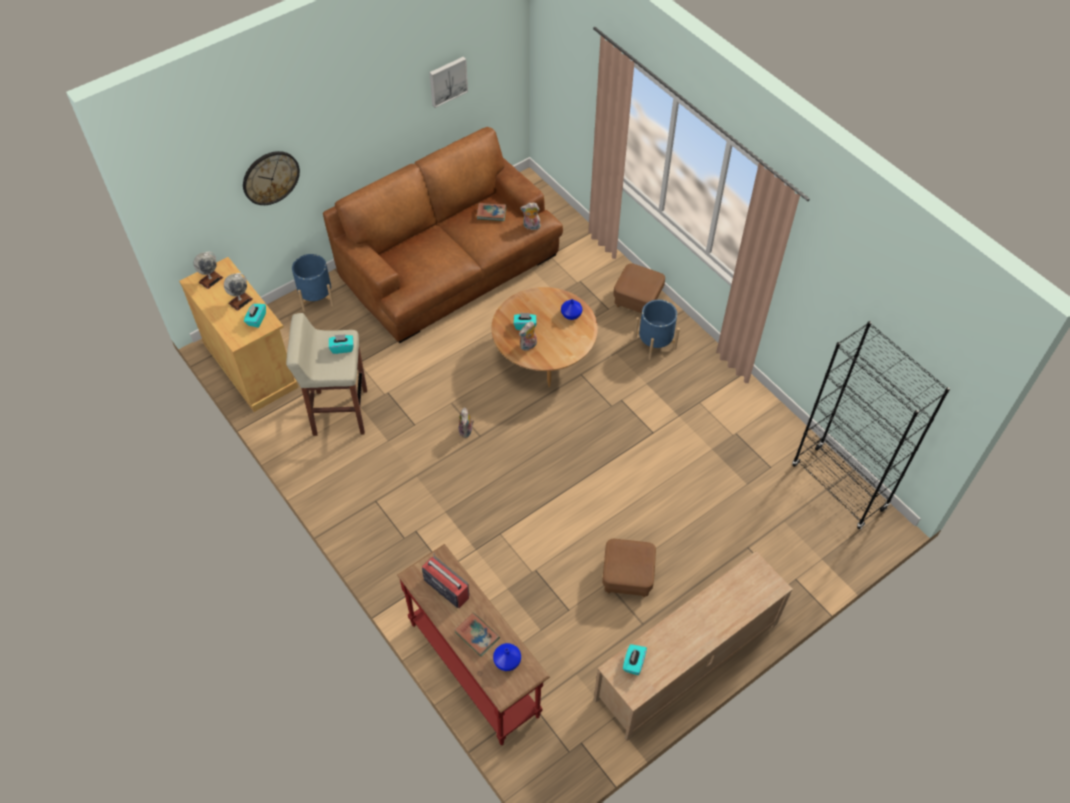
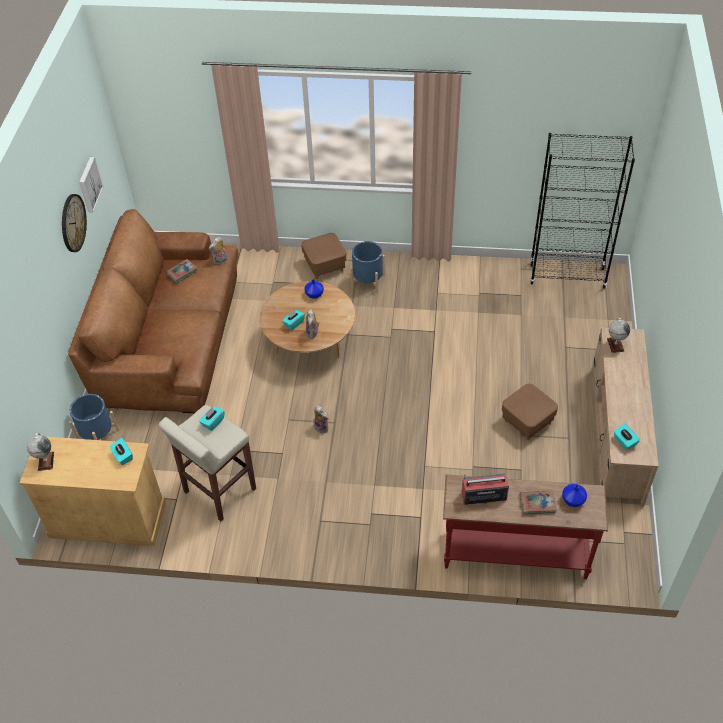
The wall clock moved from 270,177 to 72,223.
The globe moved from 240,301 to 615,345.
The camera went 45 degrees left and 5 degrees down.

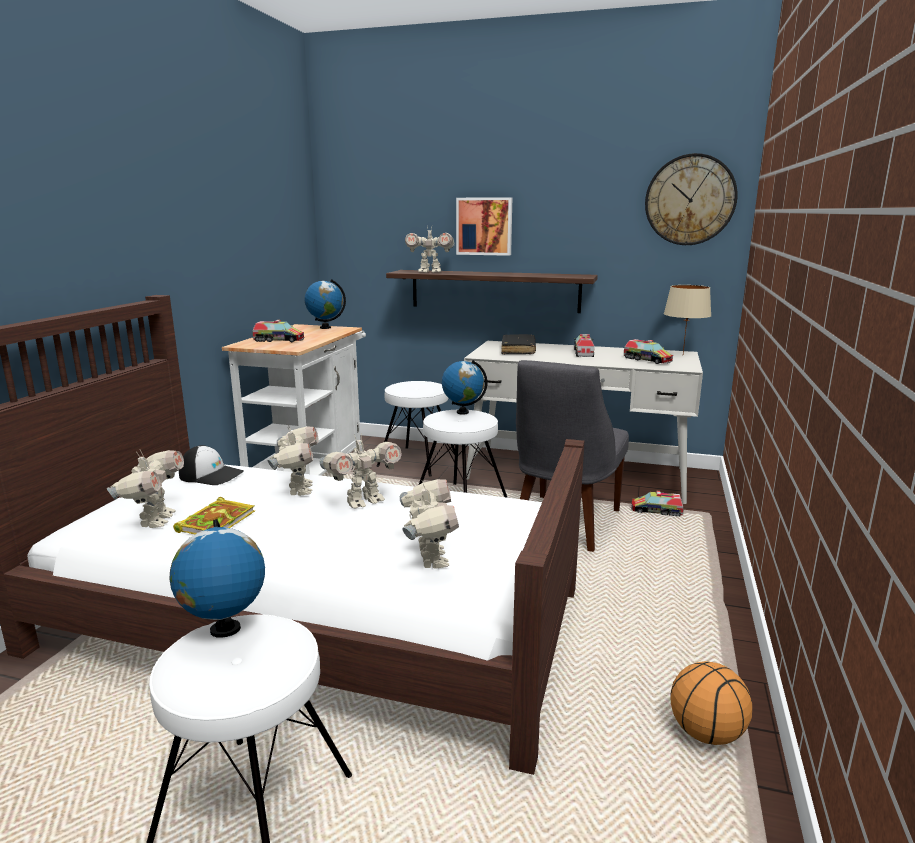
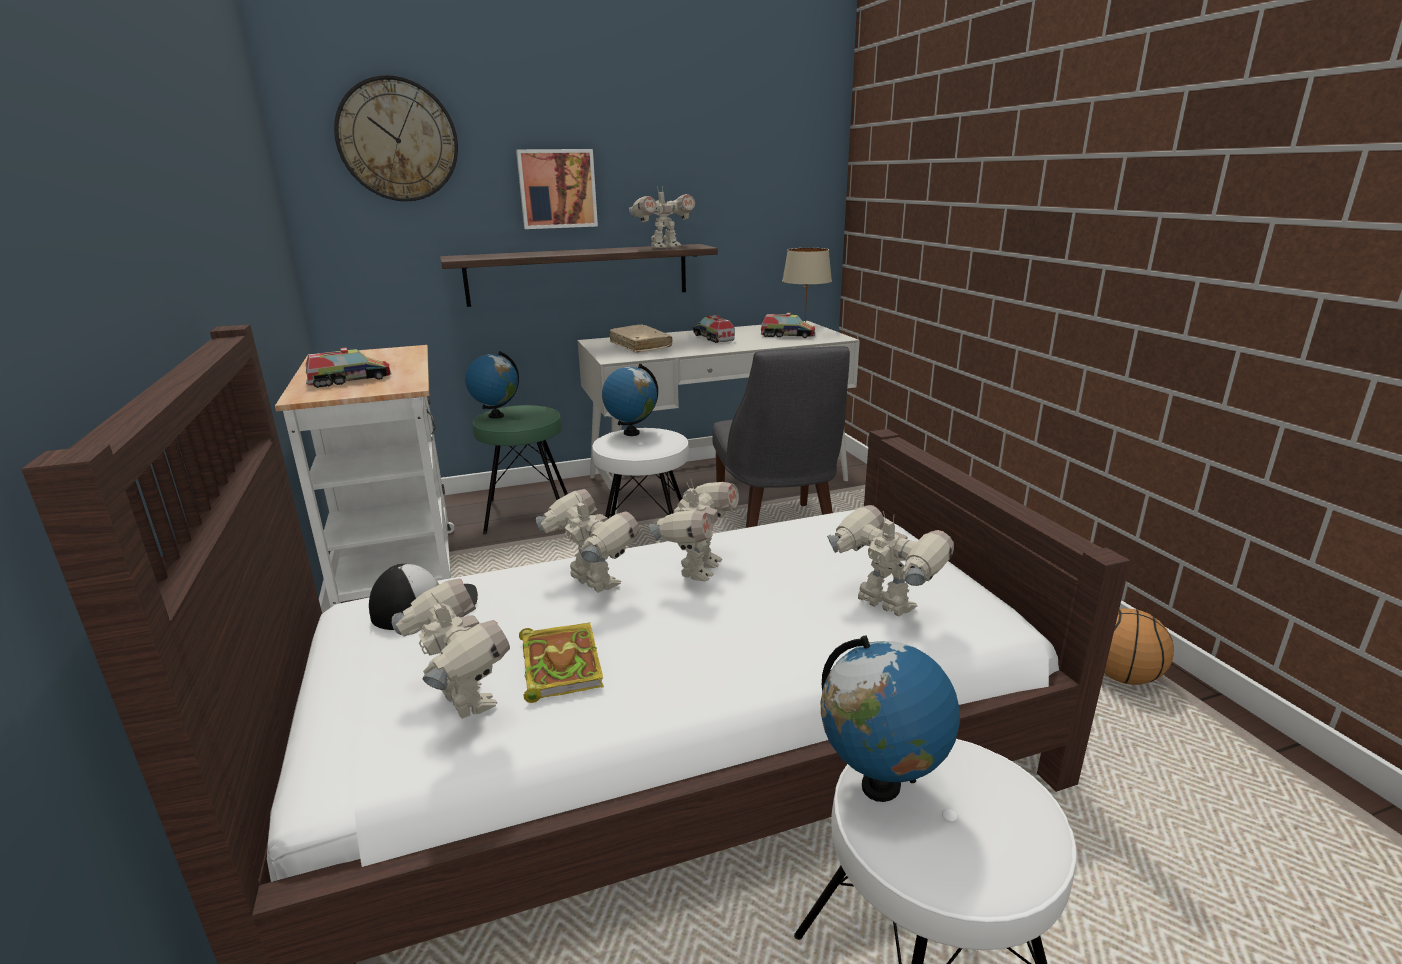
The wall clock moved from 690,200 to 397,140.
The toy robot moved from 430,272 to 664,247.
The globe moved from 325,327 to 496,416.
The black book at 518,350 became the beige book at 640,345.
The white stool at 418,461 became the green stool at 528,512.
The toy truck at 656,511 disappeared.
The camera went 35 degrees left and 5 degrees up.

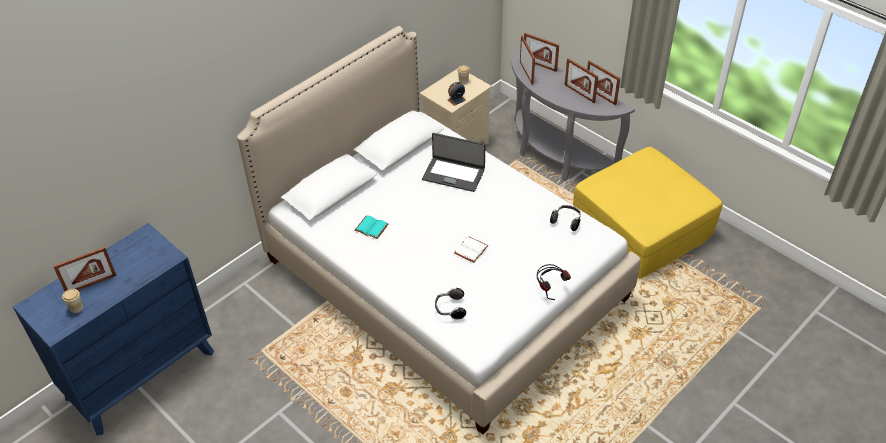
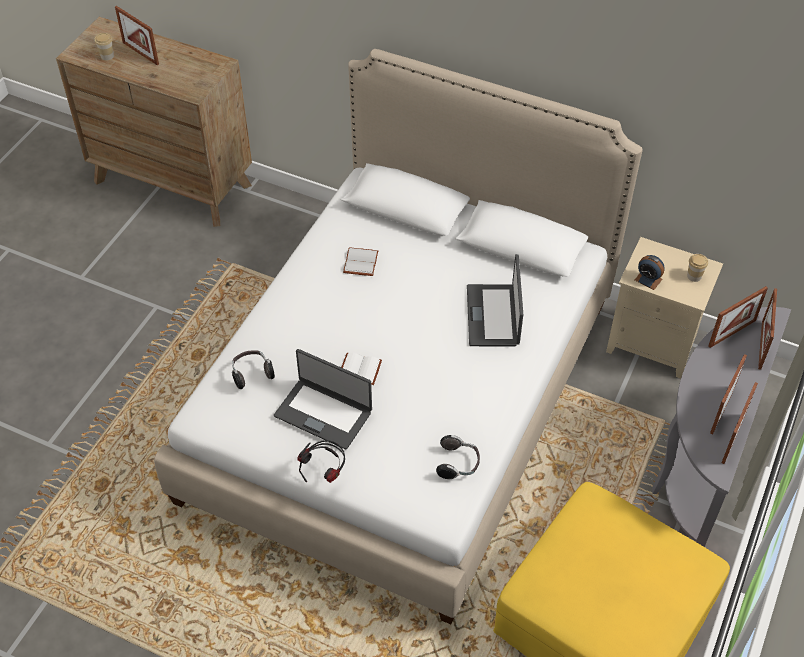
The turquoise book at 370,228 became the white book at 360,262.
The blue dresser at 141,374 became the brown dresser at 173,183.
The laptop at 323,413 appeared.
The camera went 70 degrees right and 5 degrees up.

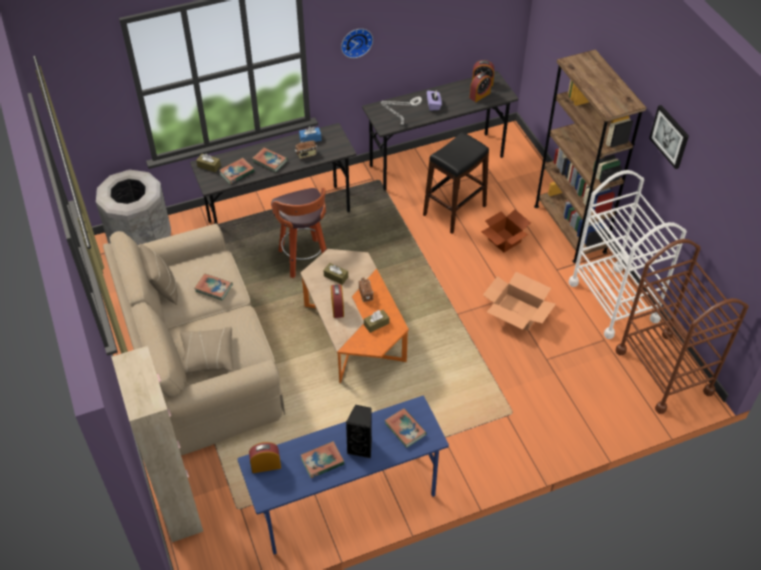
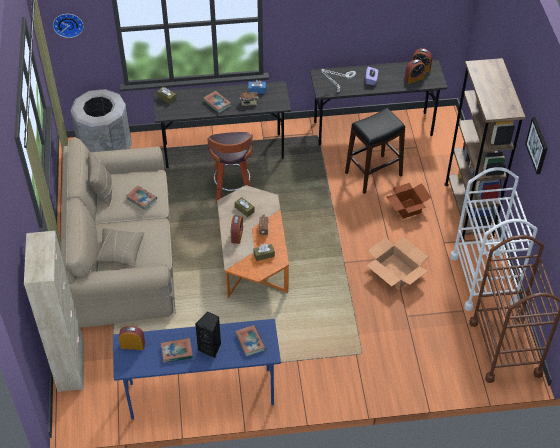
The wall clock moved from 356,41 to 68,24.
The book at 237,173 disappeared.
The camera went 15 degrees right and 0 degrees up.

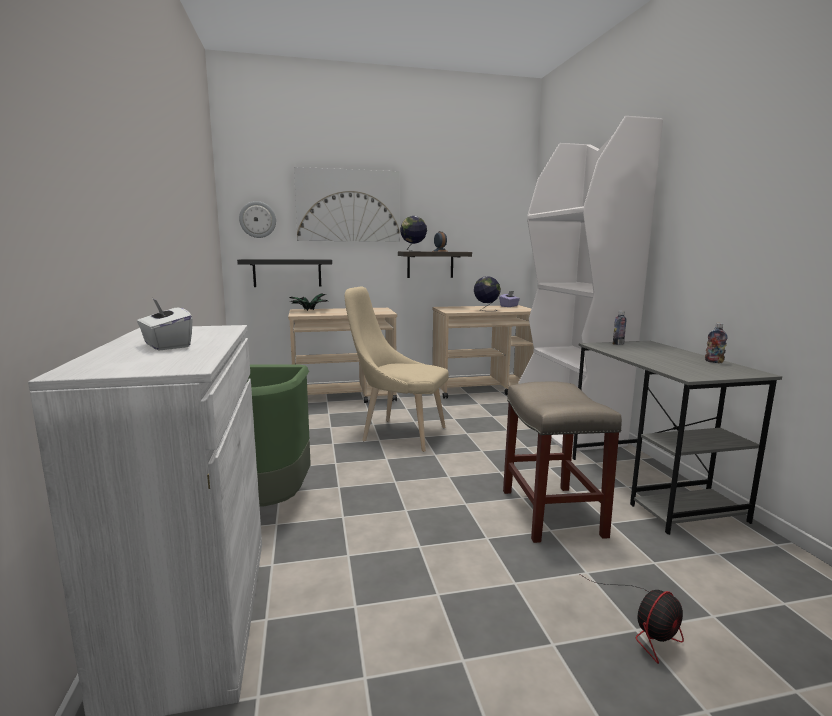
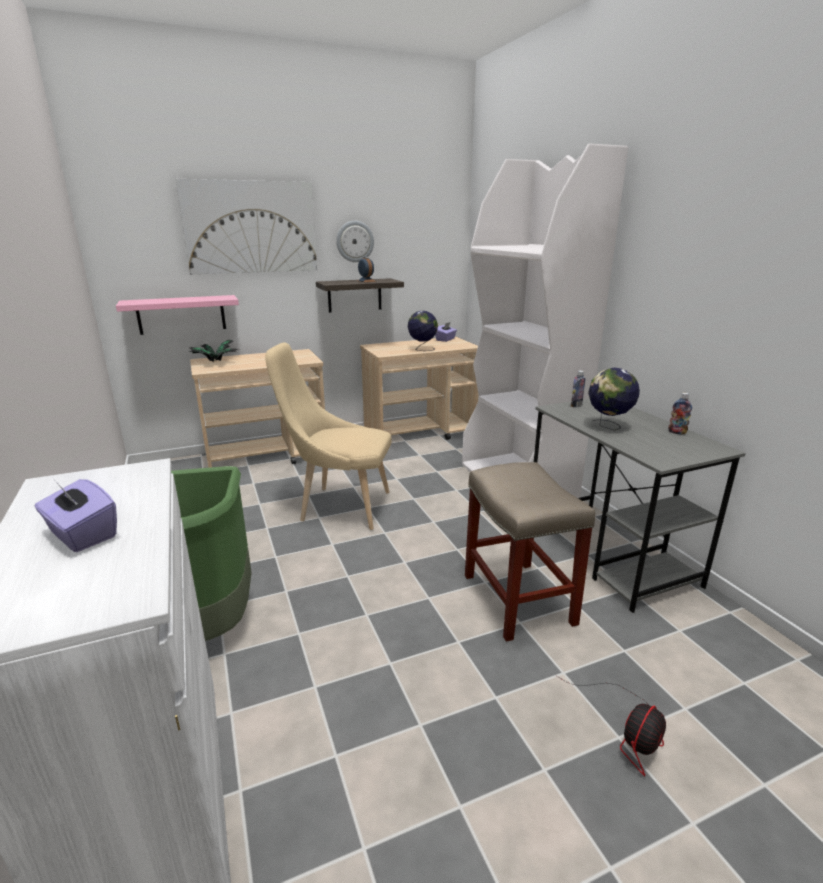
The wall clock moved from 257,219 to 355,241.
The globe moved from 413,251 to 608,426.
The black shelf at 287,273 became the pink shelf at 181,314.
The white tissue box at 166,345 became the purple tissue box at 82,535.
The camera went 10 degrees left and 10 degrees up.

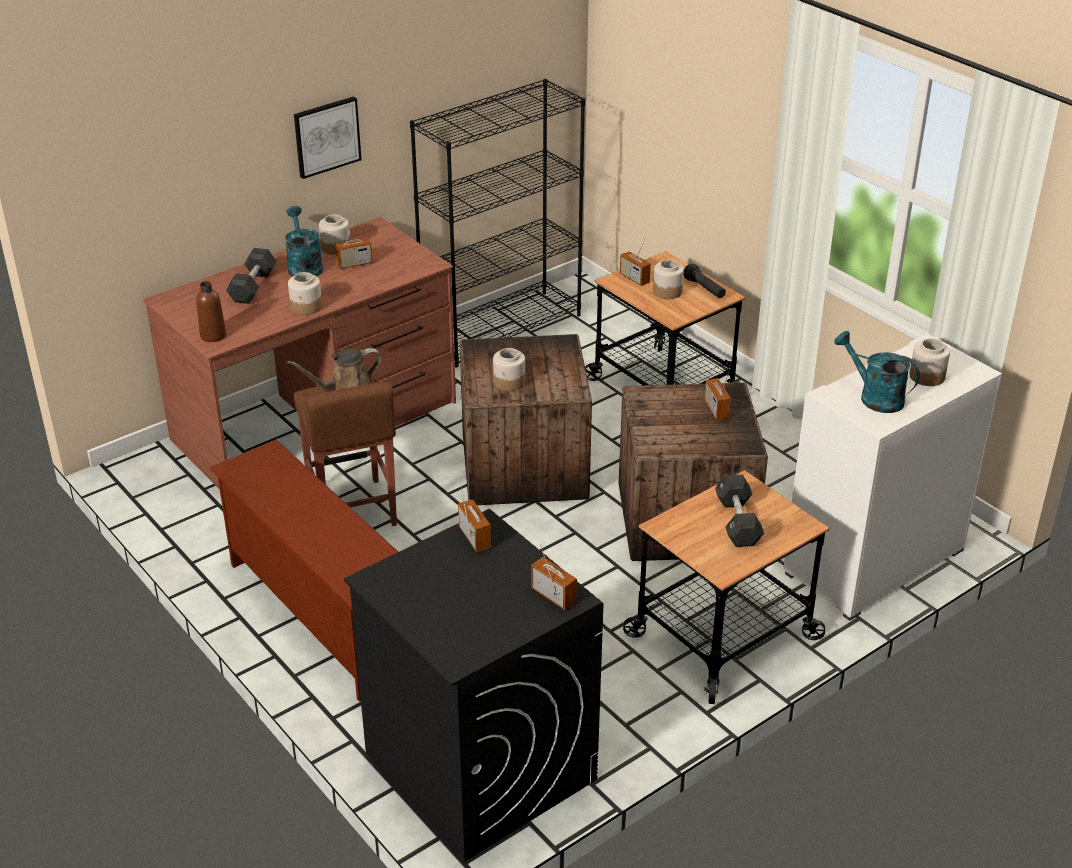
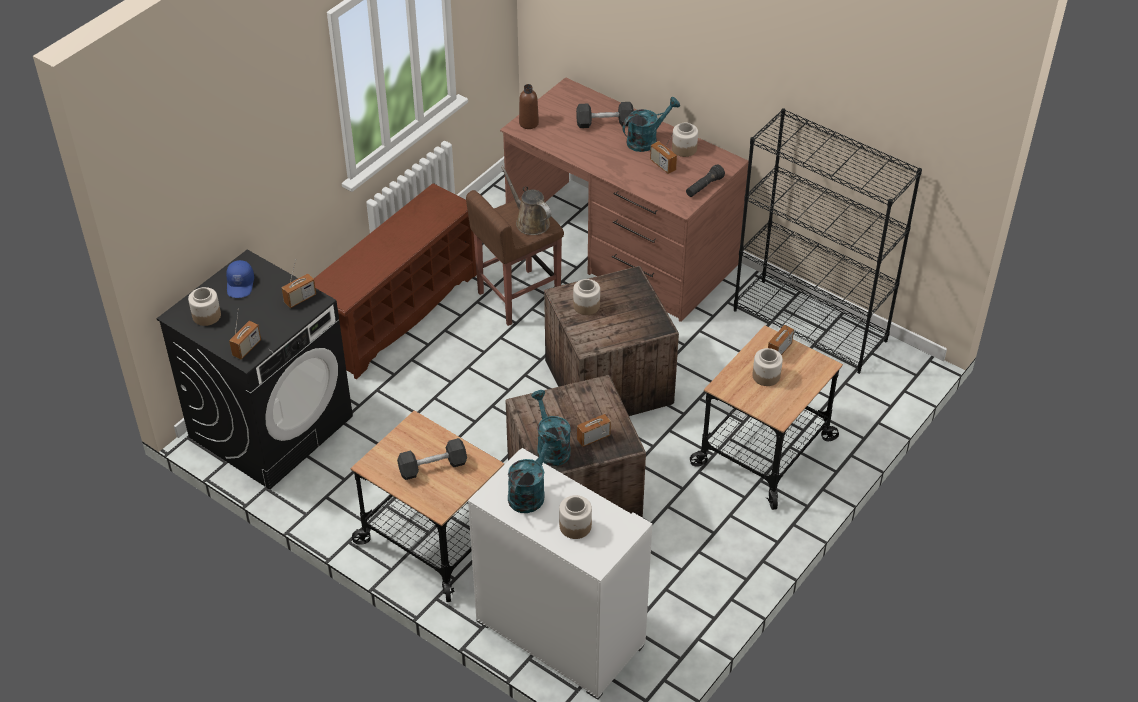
The picture at 326,136 disappeared.
The black flashlight moved from 704,289 to 704,187.
The jar moved from 306,307 to 206,316.
The blue cap at 241,285 appeared.
The turquoise watering can at 551,447 appeared.
The camera went 75 degrees right and 10 degrees up.

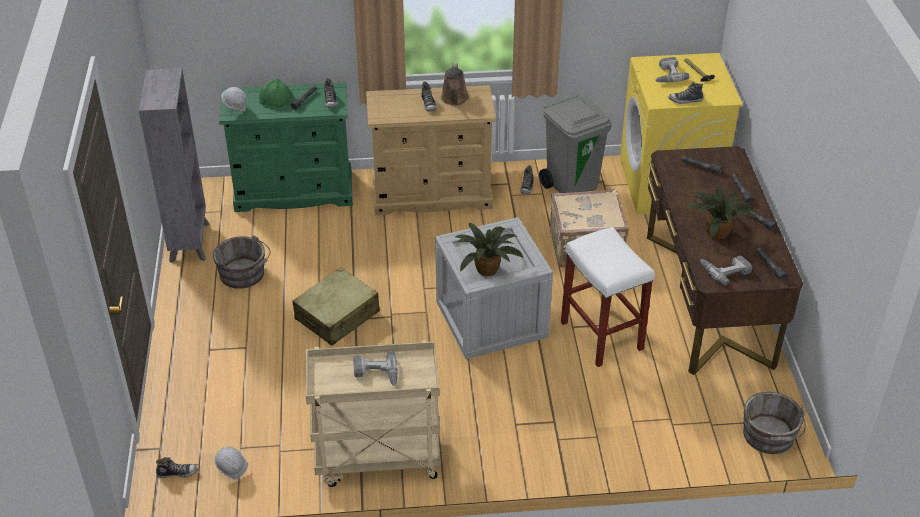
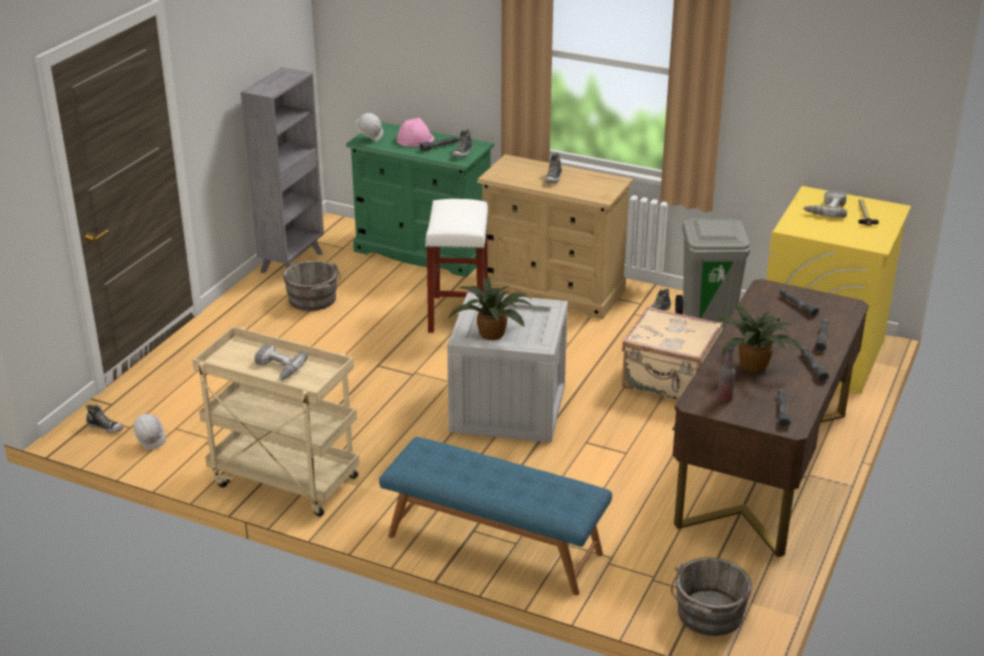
The brown watering can at 454,99 disappeared.
The green hard hat at 276,98 became the pink hard hat at 415,139.
The shoe at 685,100 disappeared.
The white stool moved from 600,335 to 458,314.
The power drill at 724,270 was replaced by the bottle at 724,398.
The beige suitcase at 337,316 disappeared.
The blue bench at 493,545 appeared.
The camera went 30 degrees right and 10 degrees down.

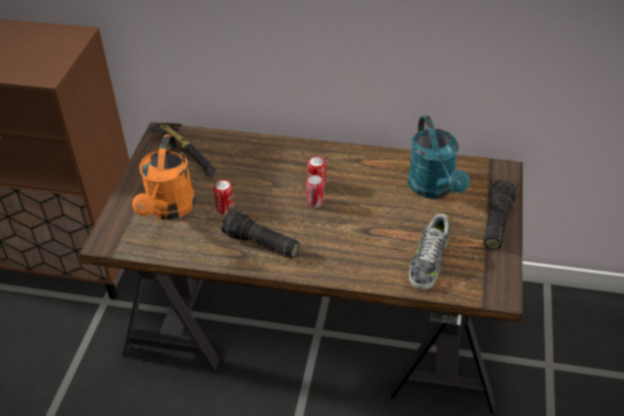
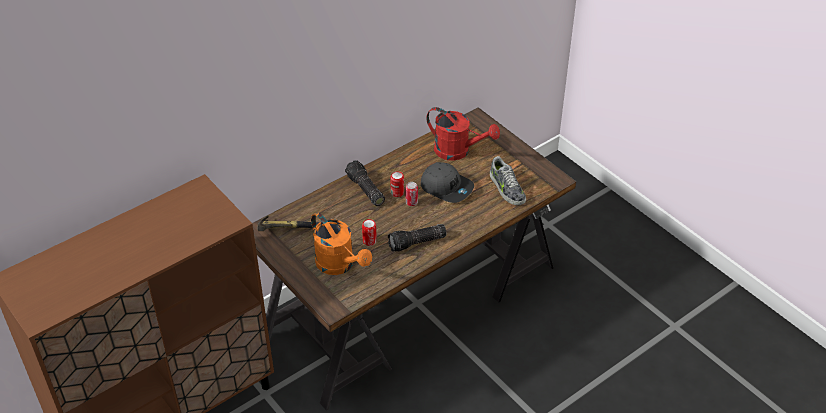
The turquoise watering can at 434,189 became the red watering can at 458,151.
The flashlight moved from 495,222 to 364,190.
The grey cap at 447,187 appeared.
The camera went 50 degrees left and 0 degrees up.

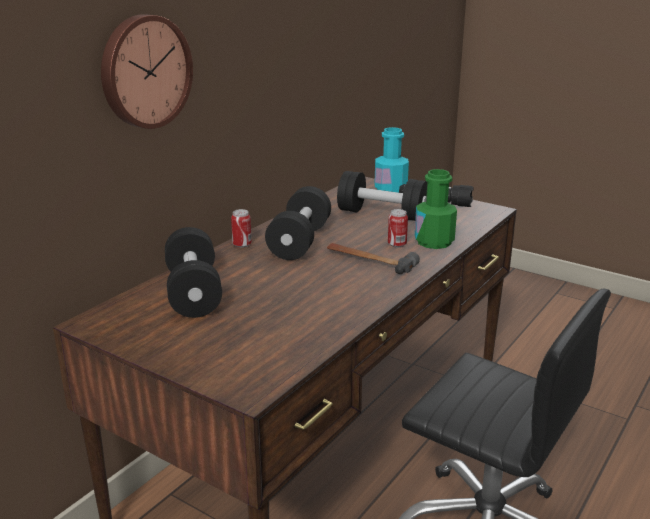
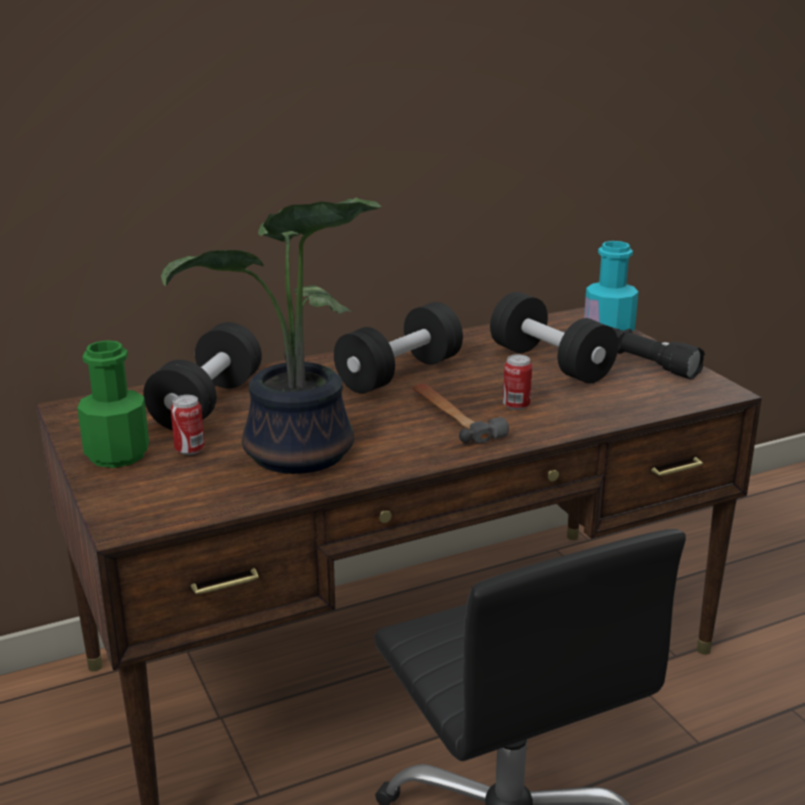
The wall clock at 144,71 disappeared.
The green bottle moved from 434,242 to 117,454.
The can moved from 242,245 to 189,450.
The potted plant at 297,456 appeared.
The camera went 30 degrees right and 0 degrees up.

